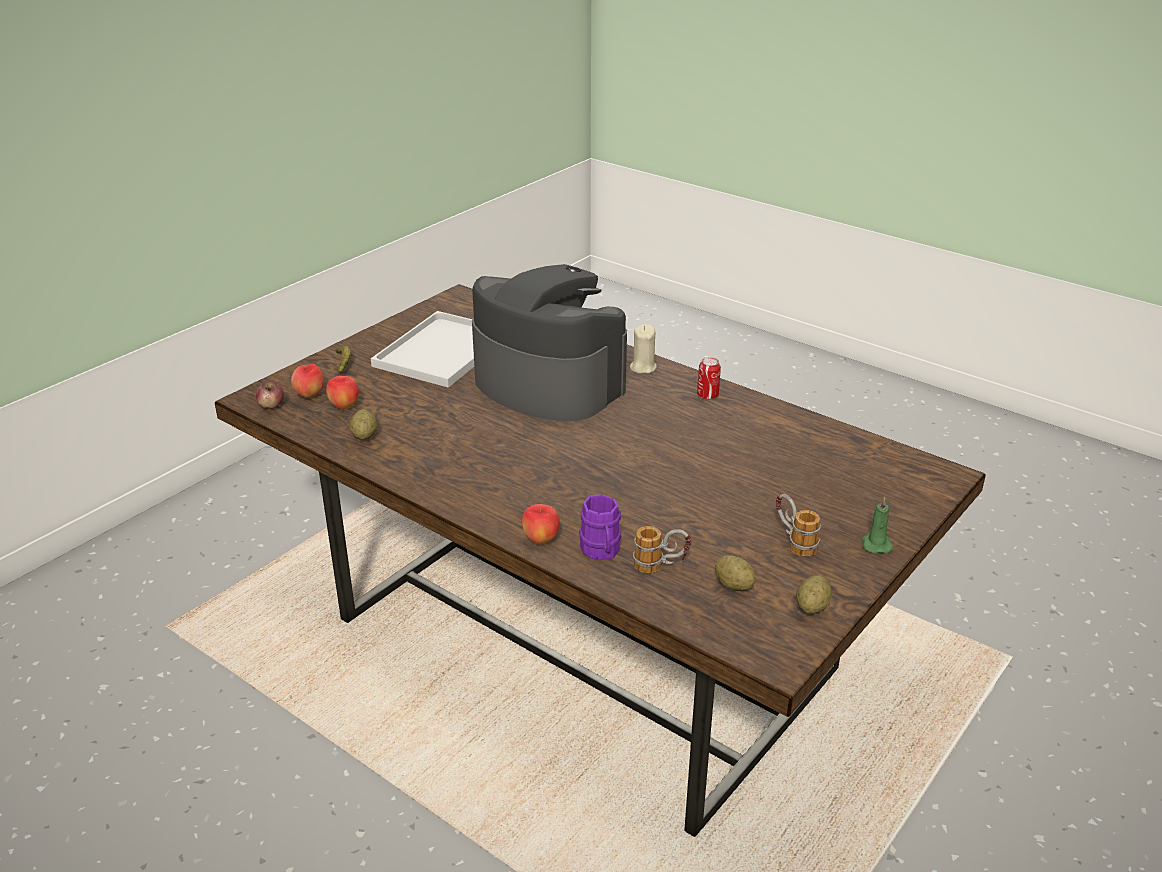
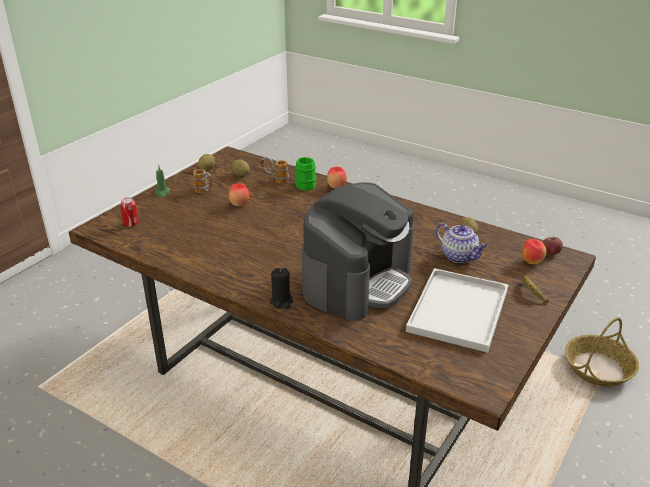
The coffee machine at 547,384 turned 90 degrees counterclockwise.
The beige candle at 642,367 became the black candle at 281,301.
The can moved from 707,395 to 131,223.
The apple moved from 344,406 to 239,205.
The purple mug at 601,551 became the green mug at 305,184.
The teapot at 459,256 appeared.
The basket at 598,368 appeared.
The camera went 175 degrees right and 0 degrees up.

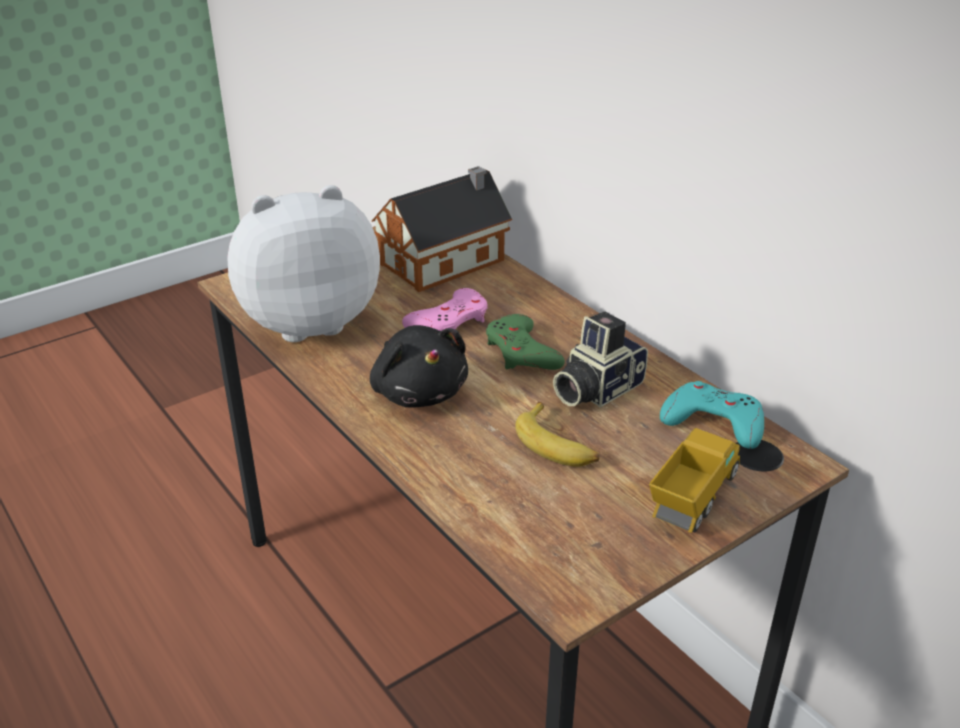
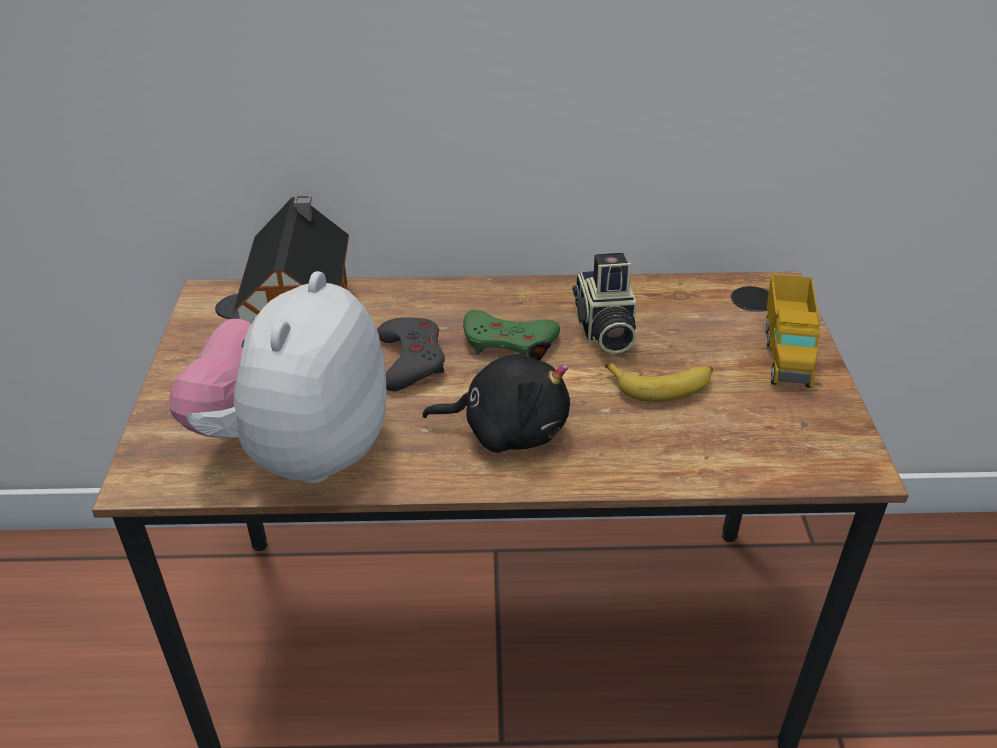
The pink game controller at 449,321 became the grey game controller at 411,360.
The turquoise game controller at 713,422 disappeared.
The toy truck at 693,501 turned 150 degrees counterclockwise.
The camera went 55 degrees left and 5 degrees up.

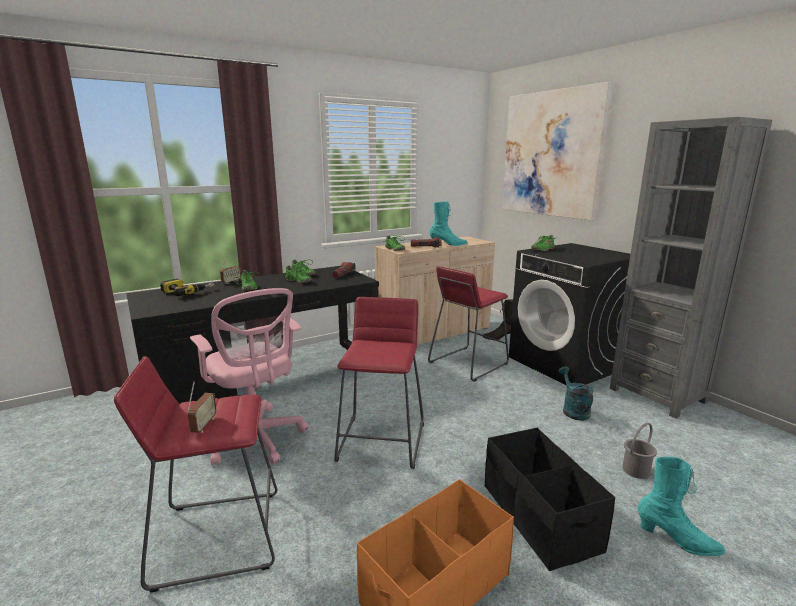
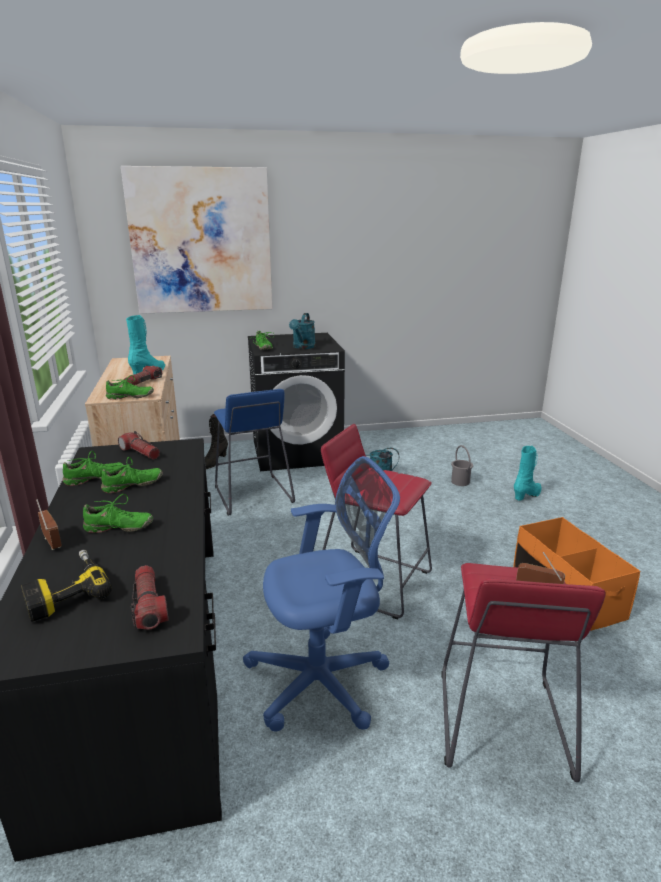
The grey bookcase at 657,395 disappeared.
The red stool at 468,363 became the blue stool at 253,495.
The pink office chair at 257,440 became the blue office chair at 324,680.
The black storage box at 539,517 disappeared.
The turquoise watering can at 303,347 appeared.
The flashlight at 149,606 appeared.
The camera went 70 degrees left and 5 degrees up.

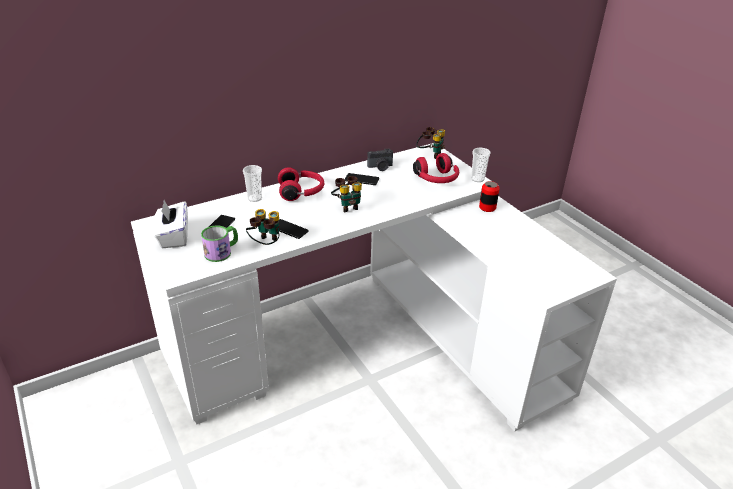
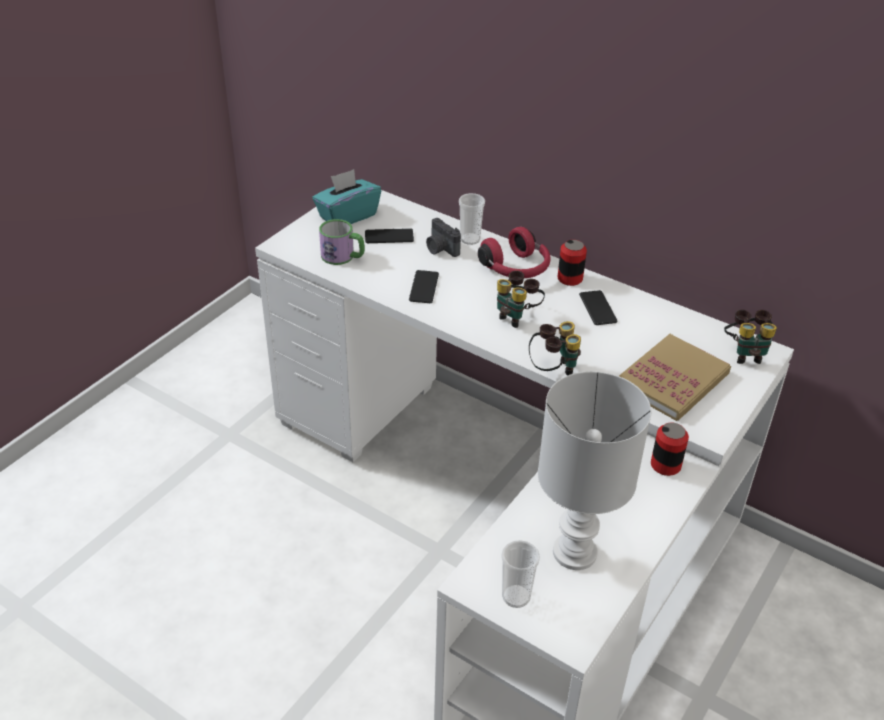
The cup moved from 477,179 to 516,596.
The photo camera moved from 380,167 to 440,249.
The red headphones at 437,179 was replaced by the book at 672,380.
The white tissue box at 174,237 became the turquoise tissue box at 347,216.
The binoculars moved from 265,244 to 553,370.
The can at 570,278 appeared.
The white table lamp at 573,551 appeared.
The camera went 65 degrees right and 5 degrees up.

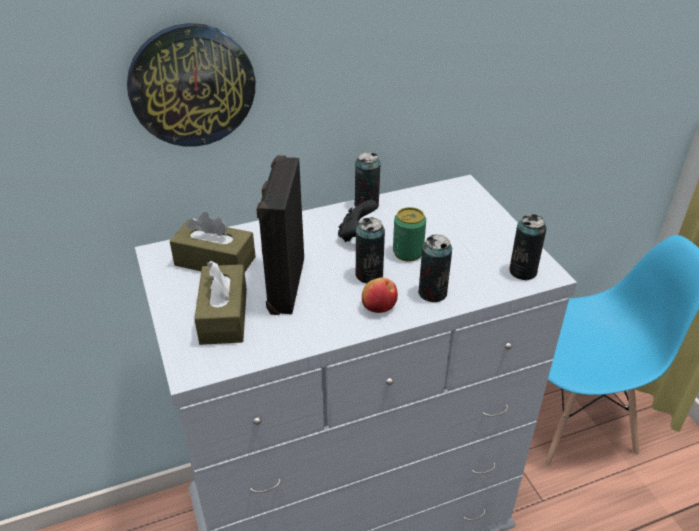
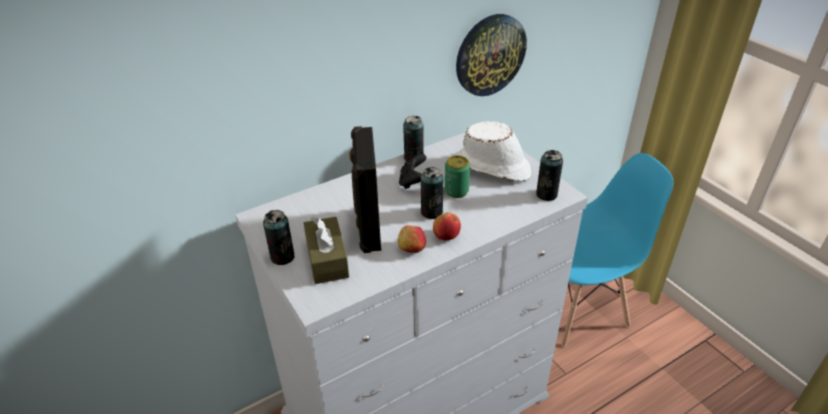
The wall clock moved from 192,85 to 490,55.
The brown tissue box at 215,261 disappeared.
The can moved from 432,293 to 282,257.
The white hat at 493,167 appeared.
The apple at 411,248 appeared.
The camera went 10 degrees left and 0 degrees up.

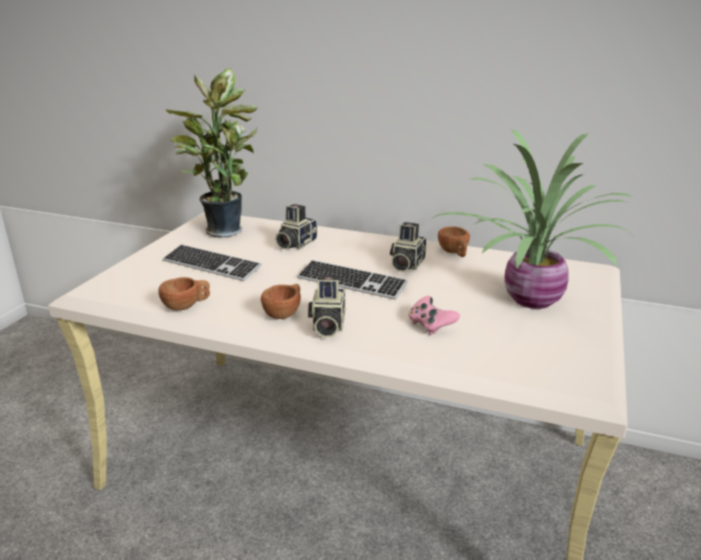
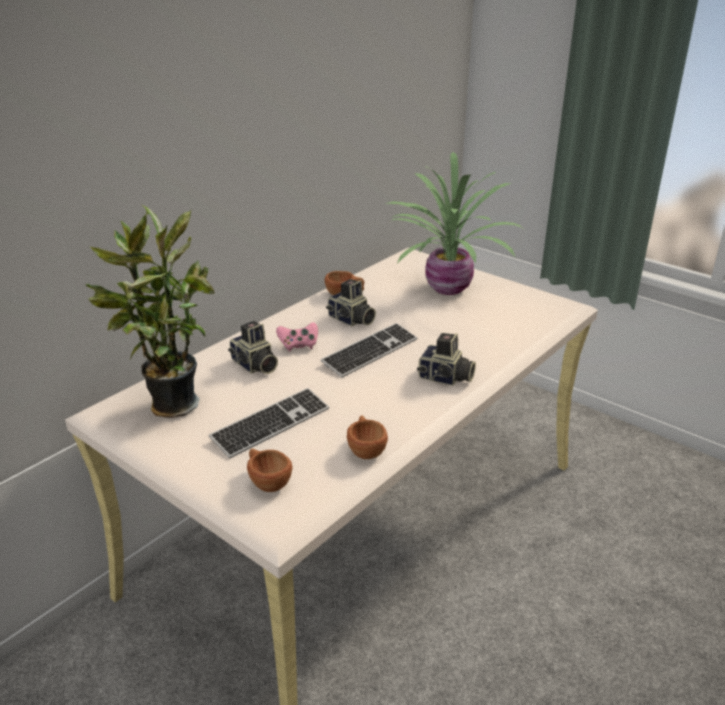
The brown cup moved from 285,313 to 267,482.
The pink game controller moved from 430,326 to 298,345.
The camera went 70 degrees left and 5 degrees up.

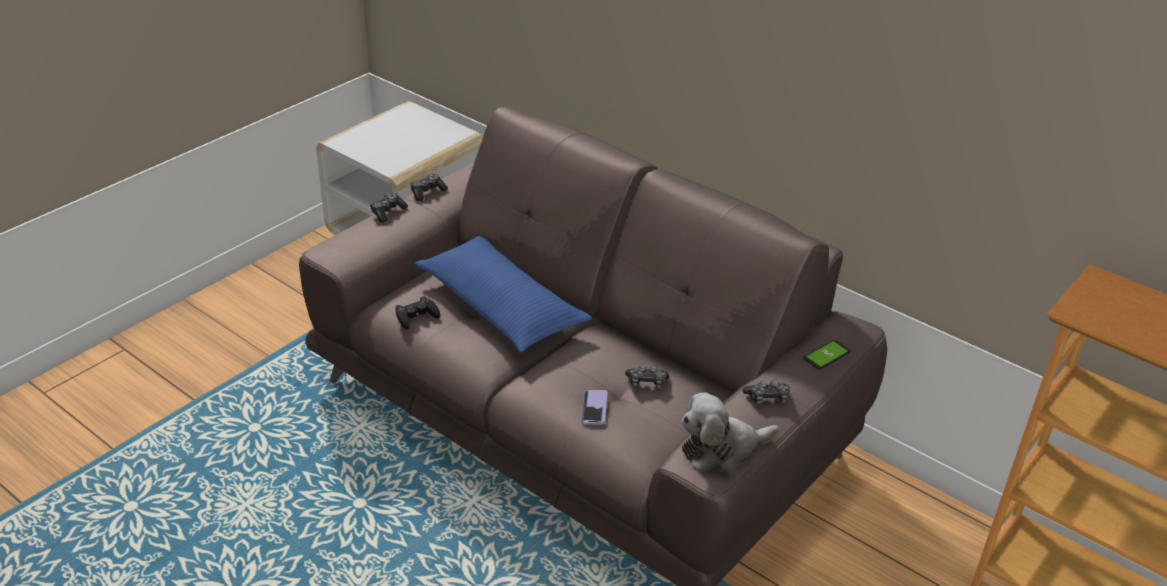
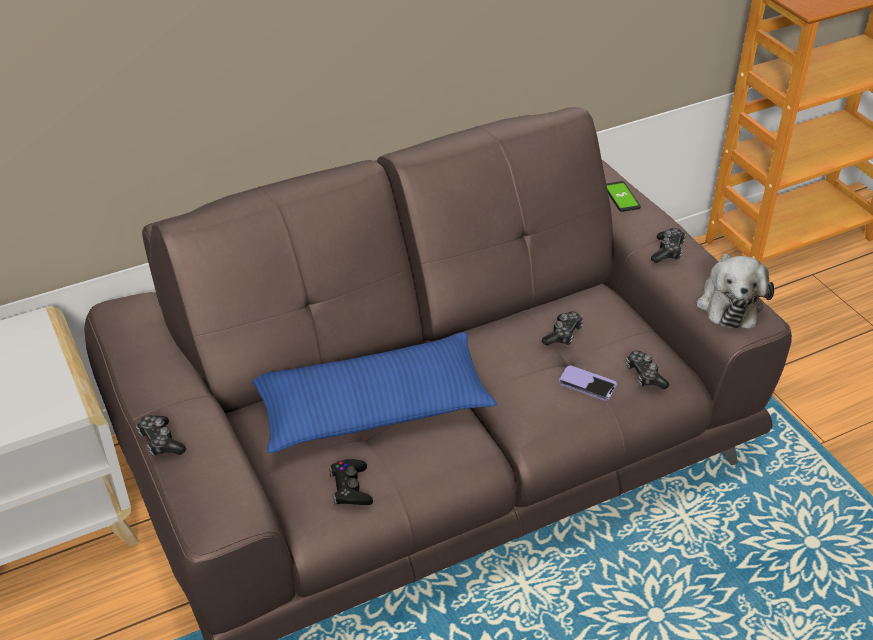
The game controller moved from 427,192 to 645,375.
The camera went 65 degrees left and 5 degrees up.

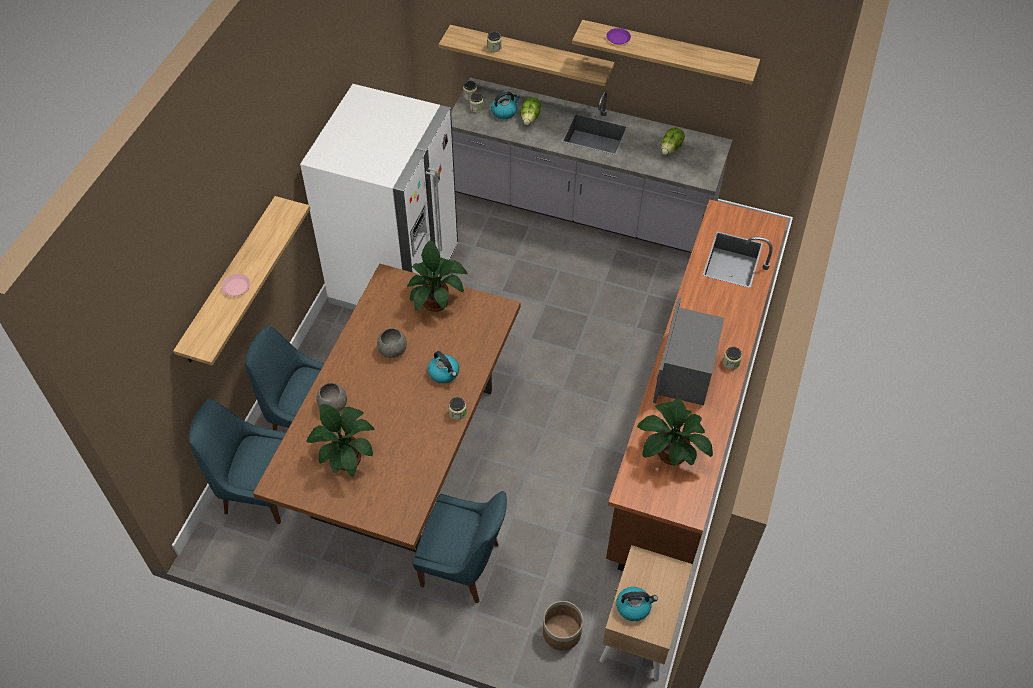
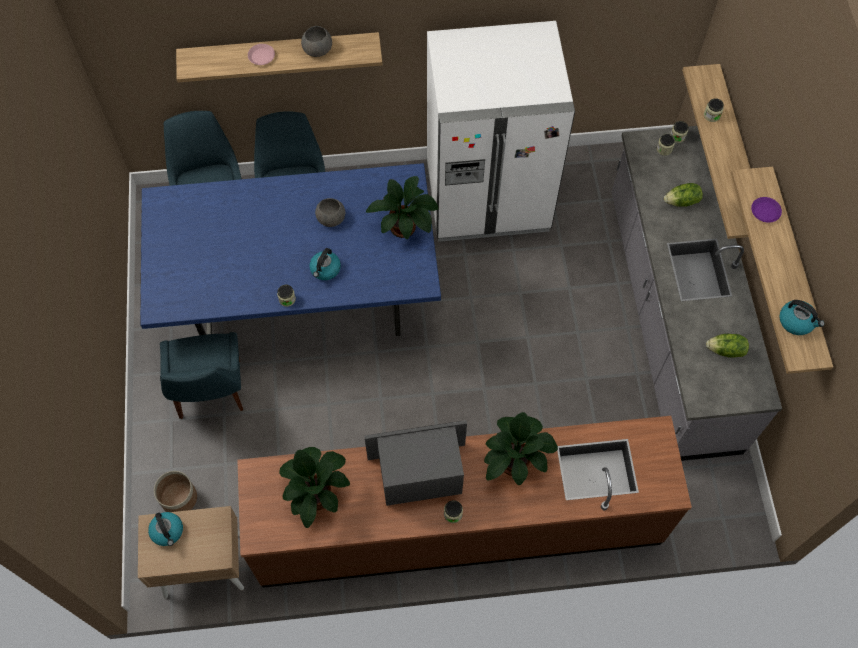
The kettle moved from 504,112 to 796,321.
The brown dining table at 403,453 became the blue dining table at 299,295.
The grey bowl moved from 333,405 to 317,49.
The potted plant moved from 346,456 to 515,460.
The camera went 65 degrees right and 10 degrees up.

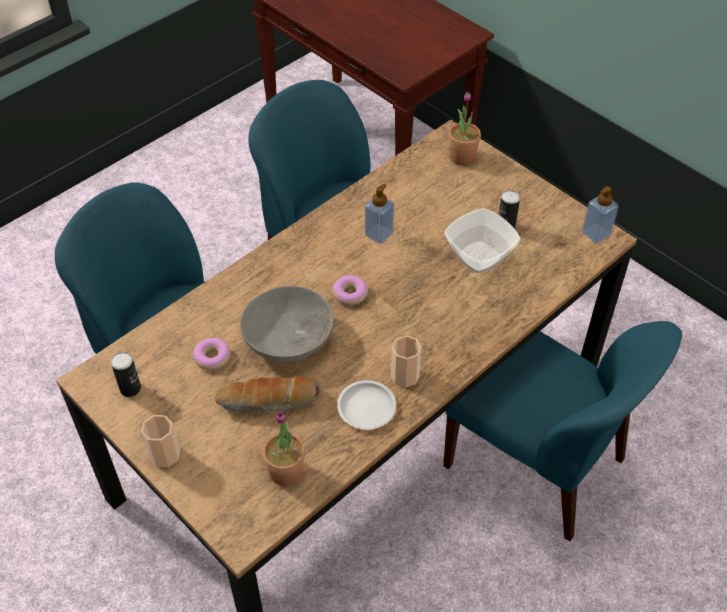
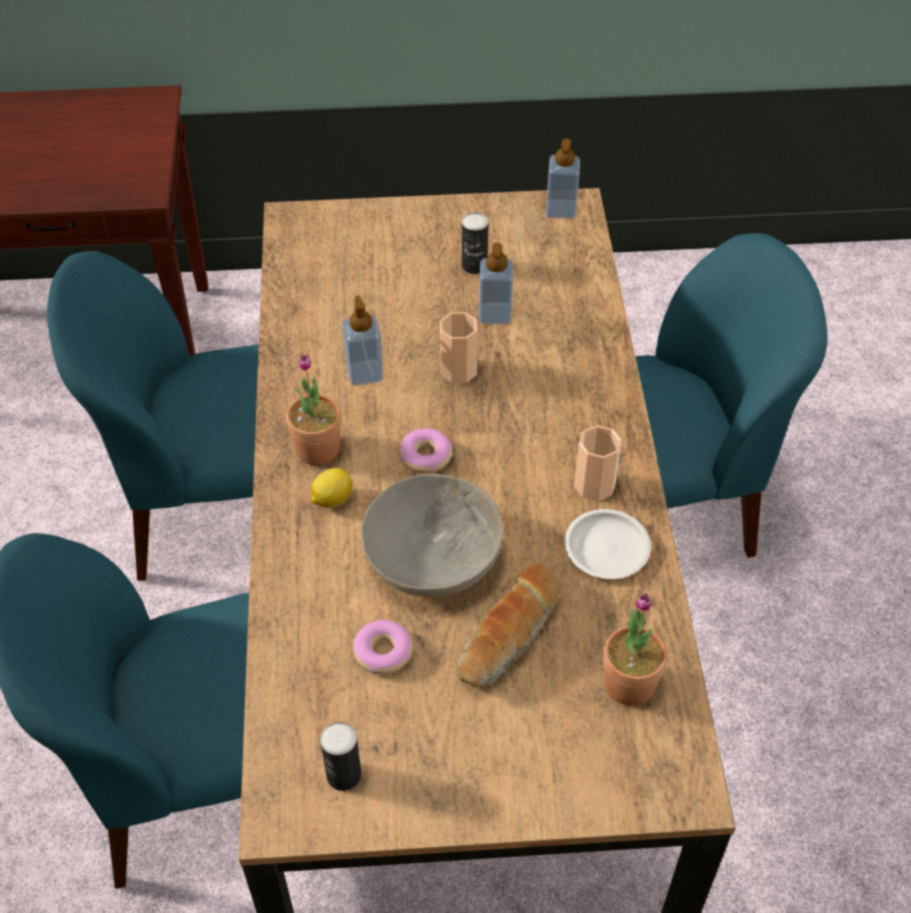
The potted plant moved from 462,157 to 317,449.
The bowl at 480,257 was replaced by the soap dispenser at 495,314.
The cup moved from 165,454 to 458,370.
The lemon at 331,499 appeared.
The camera went 50 degrees left and 0 degrees up.

